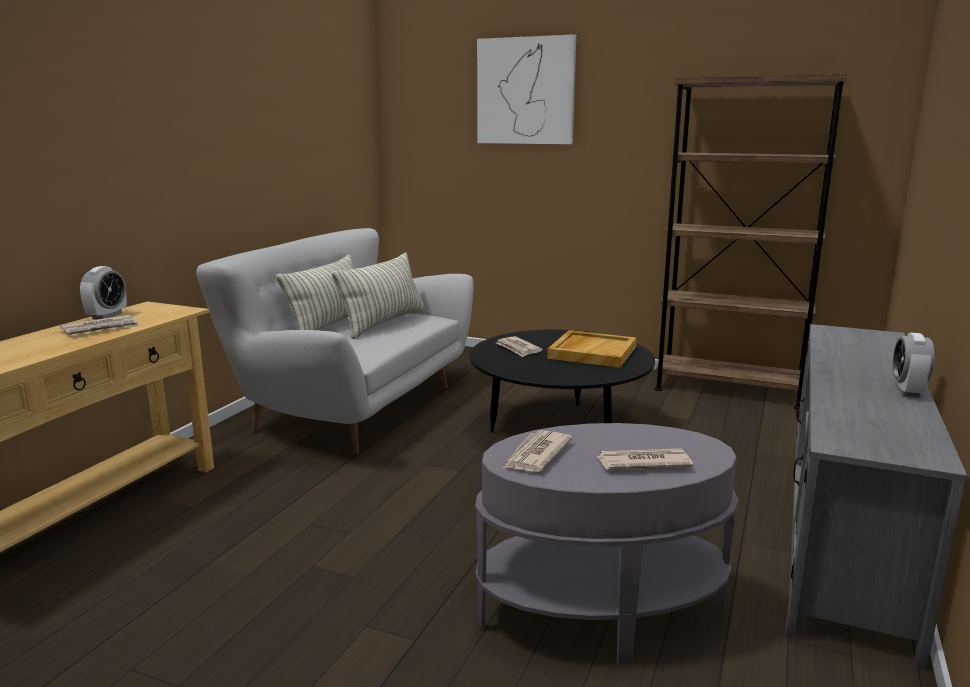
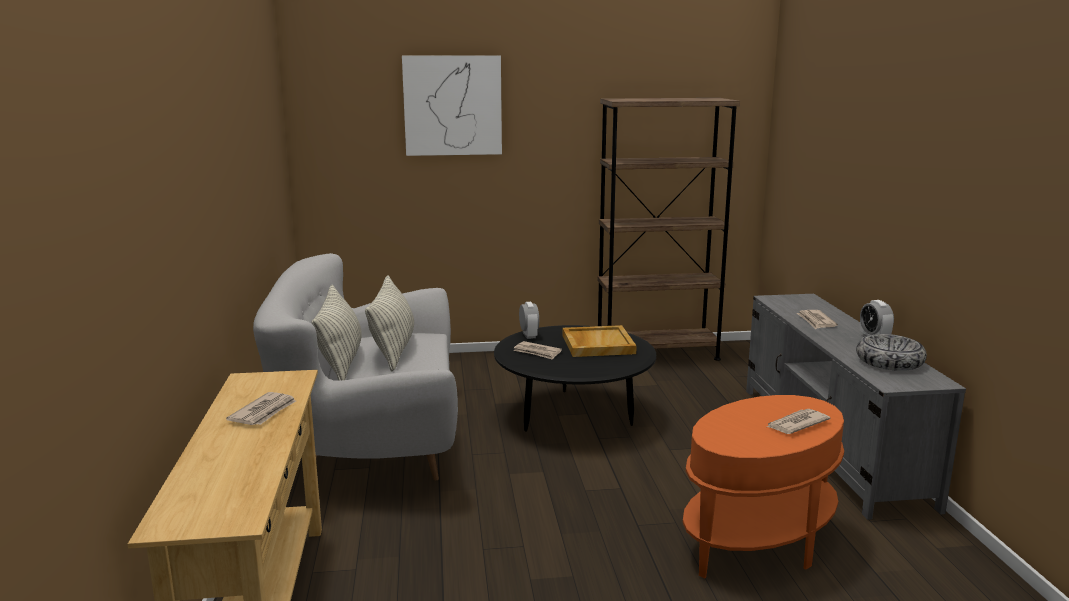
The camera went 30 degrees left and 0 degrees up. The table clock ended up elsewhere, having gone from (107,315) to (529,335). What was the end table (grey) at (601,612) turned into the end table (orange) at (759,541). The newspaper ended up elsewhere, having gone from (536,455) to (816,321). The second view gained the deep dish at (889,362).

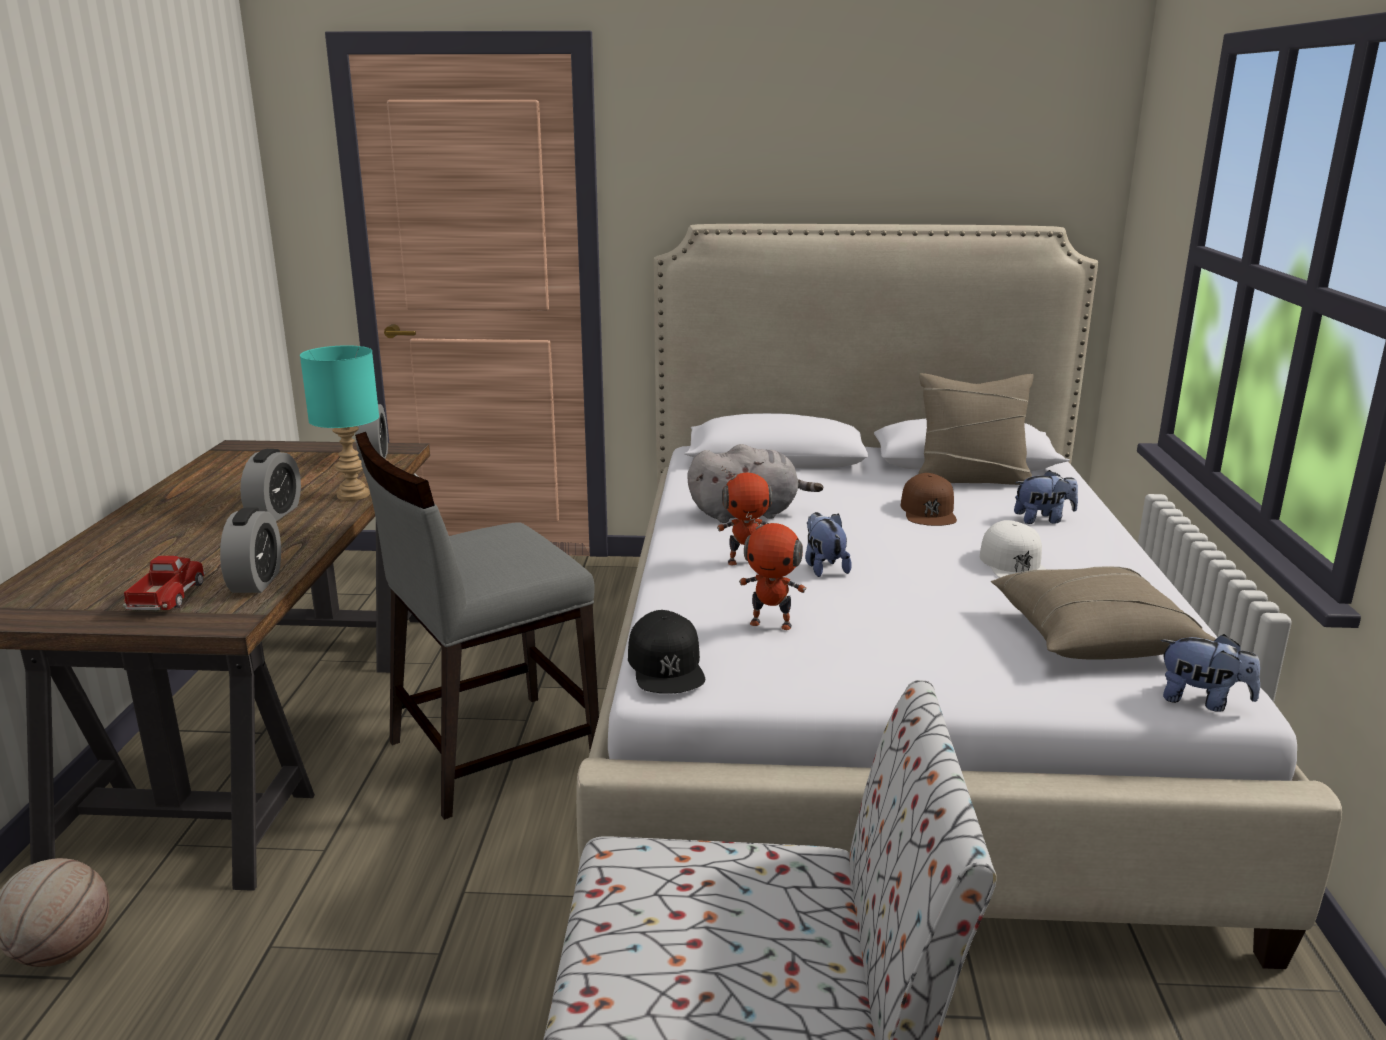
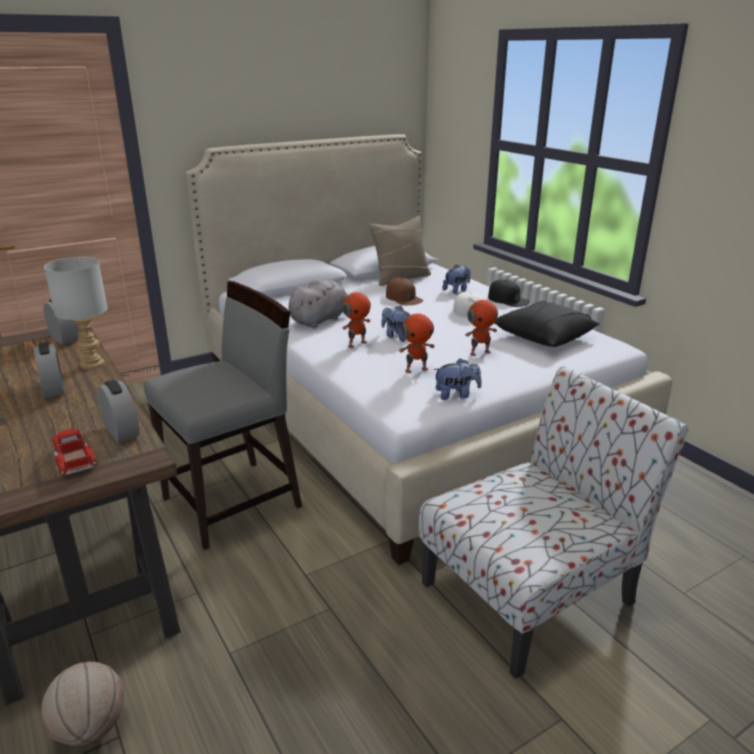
The camera went 35 degrees left and 5 degrees up. What was the table lamp (blue-green) at (354,495) turned into the table lamp (grey) at (93,364). The plain chair (grey) at (490,752) ended up facing another way, 150 degrees counterclockwise from before. The soft toy ended up elsewhere, having gone from (1202,701) to (456,395). The second view gained the robot figure at (479,352). The cap (blackish) ended up elsewhere, having gone from (666,665) to (508,300). What was the throw pillow (sand-coloured) at (1091,637) turned into the throw pillow (blackish) at (543,337).

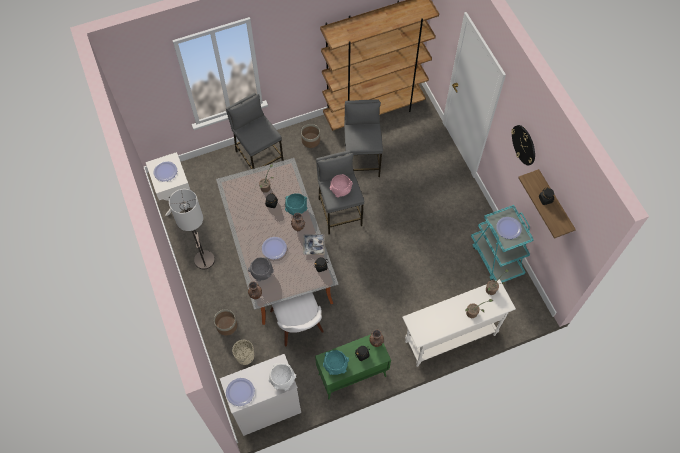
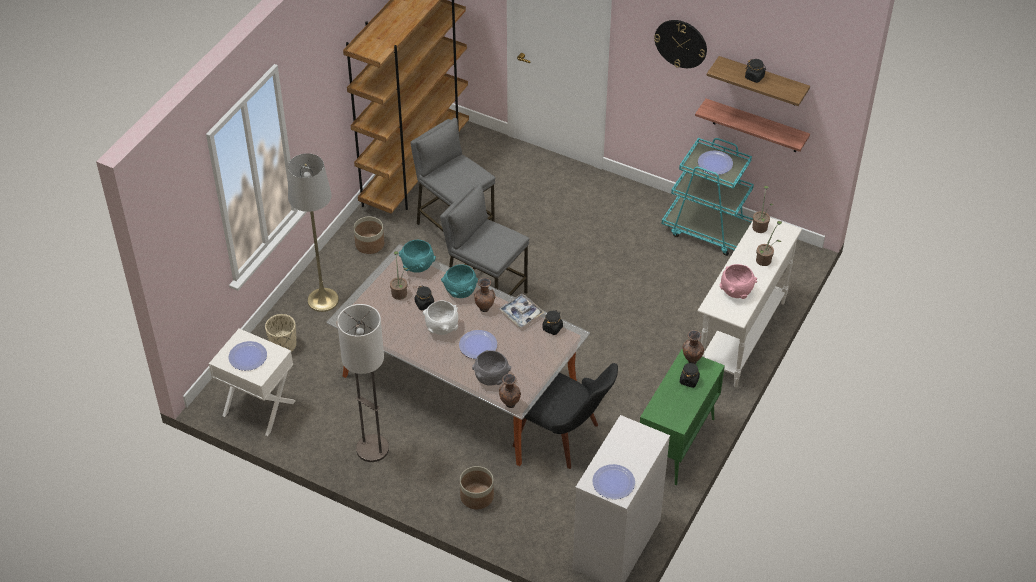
The camera went 40 degrees left and 15 degrees down. The planter (sand-coloured) ended up elsewhere, having gone from (245,356) to (283,345). Where the sitting stool (grey) stood at (259,157), the floor lamp (grey) came to stand at (323,300). The deep dish (blue-green) ended up elsewhere, having gone from (336,366) to (418,266). The deep dish (white-coloured) ended up elsewhere, having gone from (282,379) to (441,328). What was the plain chair (white-coloured) at (300,327) turned into the plain chair (blackish) at (566,438). The second view gained the wall shelf at (755,126). The deep dish (pinkish) ended up elsewhere, having gone from (341,190) to (736,291).

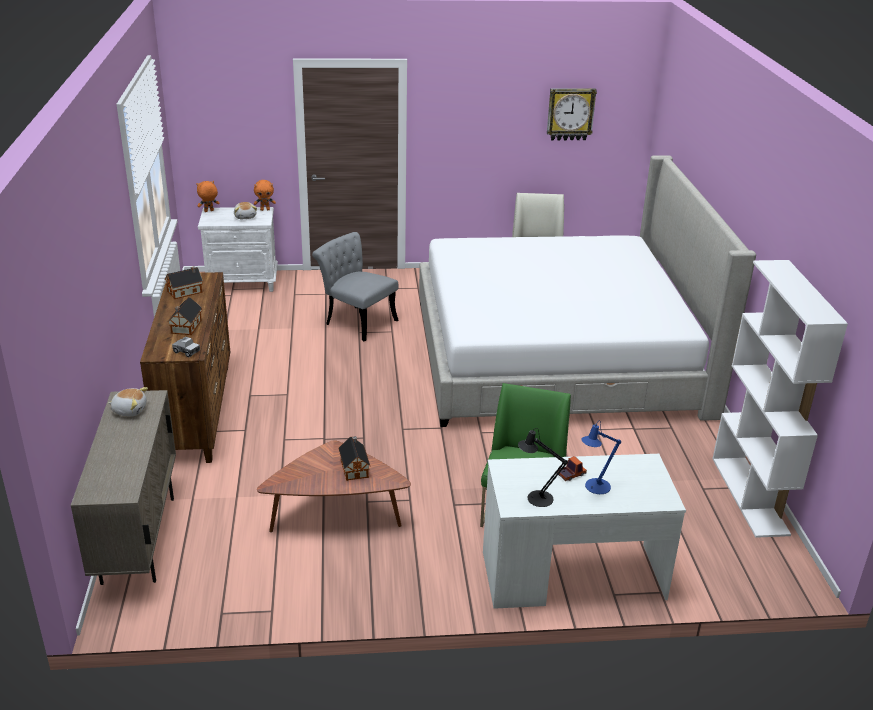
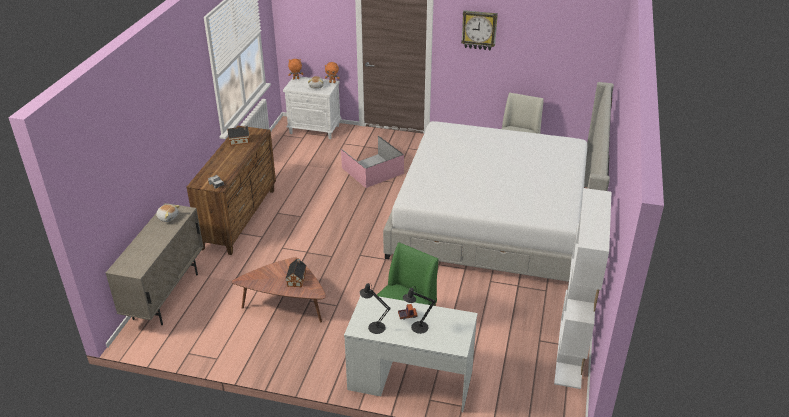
The camera went 20 degrees right and 5 degrees up. Where the plain chair (grey) stood at (356,321), the storage box (pinkish) came to stand at (373,170). What was the table lamp (blue) at (594,487) turned into the table lamp (blackish) at (417,327). The clock on the wall ended up elsewhere, having gone from (570,114) to (479,30). The second view lost the model house at (185,327).

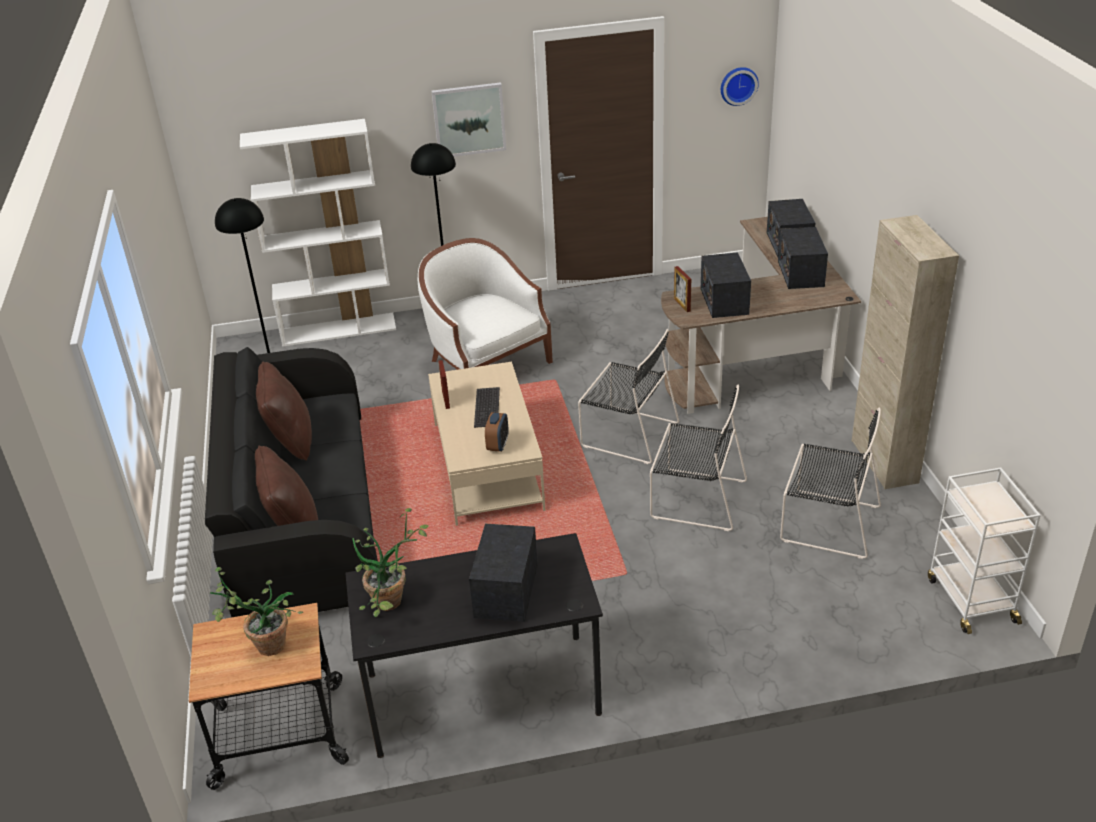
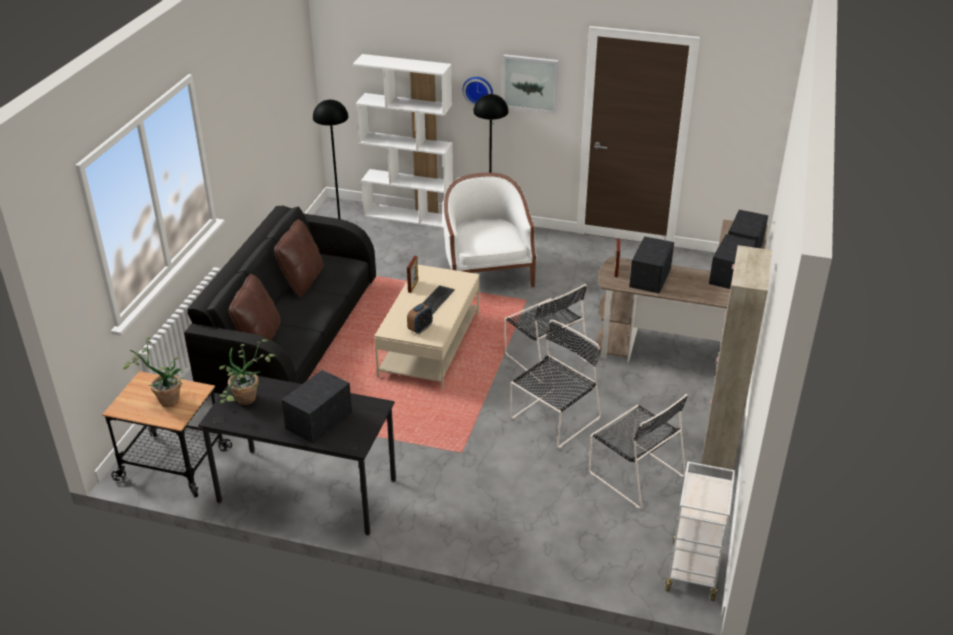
The camera went 25 degrees right and 0 degrees up. The clock on the wall ended up elsewhere, having gone from (738,85) to (478,90). The plain chair (blackish) at (695,498) ended up facing another way, 90 degrees counterclockwise from before.

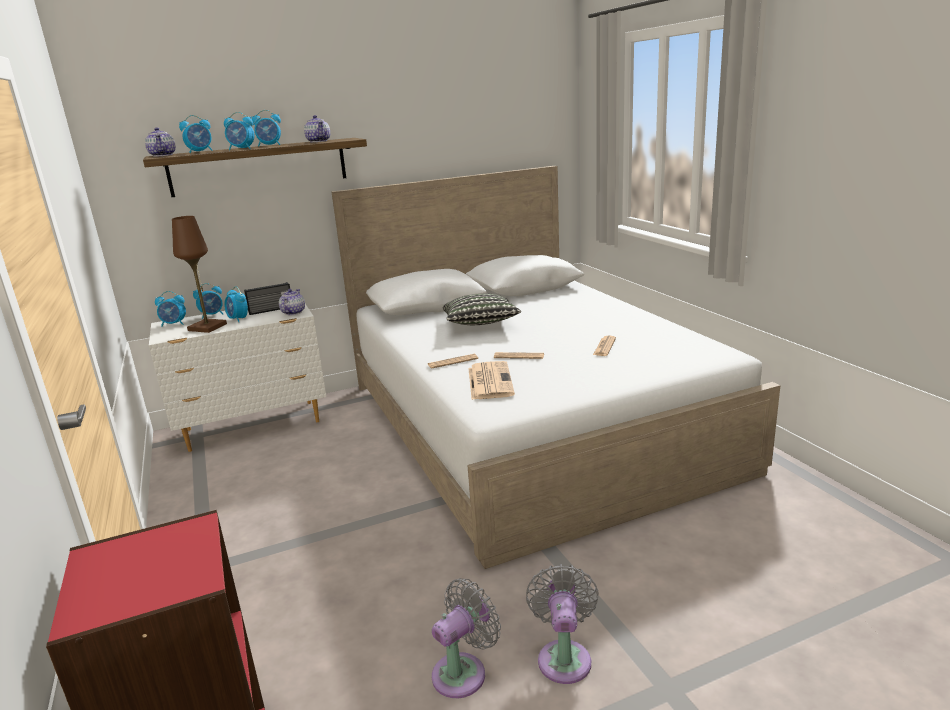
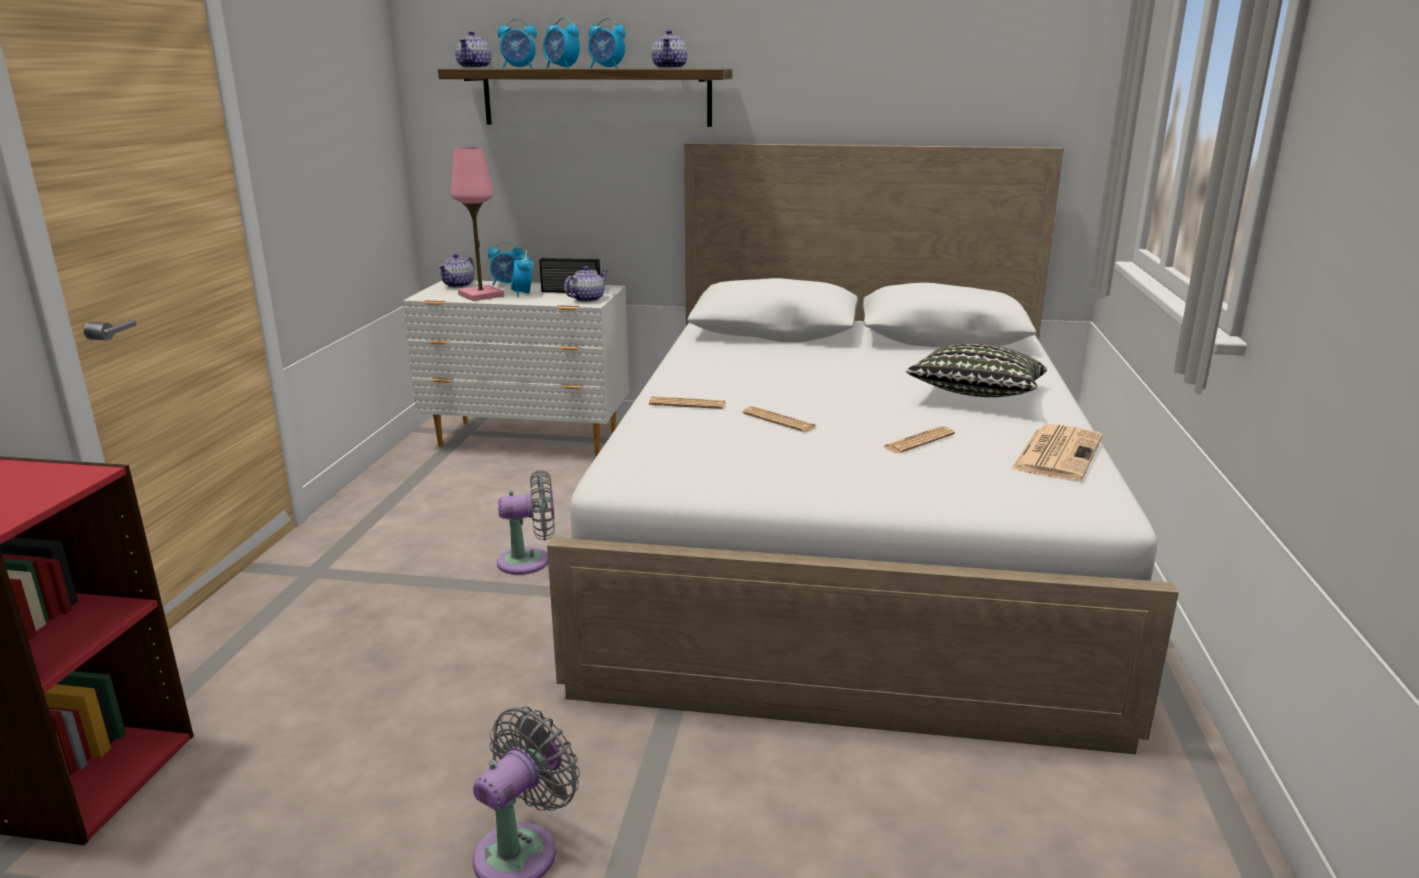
The camera went 30 degrees right and 0 degrees up. Where the table clock stood at (174,324), the pot for tea came to stand at (459,285). What was the table lamp (brownish) at (207,327) turned into the table lamp (pinkish) at (481,295). The cooling fan (grey) ended up elsewhere, having gone from (463,672) to (529,561). The throw pillow ended up elsewhere, having gone from (480,324) to (976,396). The newspaper ended up elsewhere, having gone from (489,381) to (1057,453).

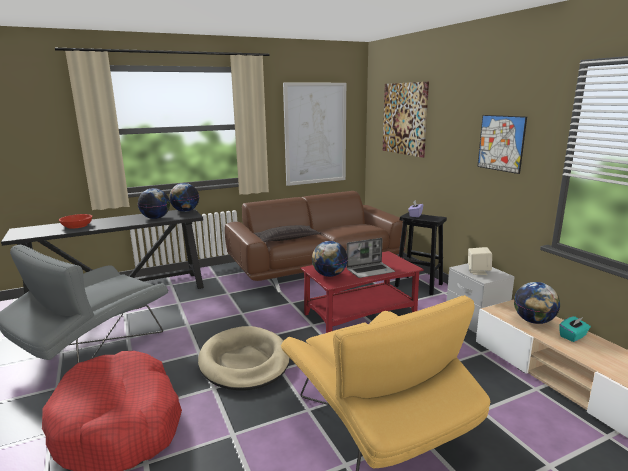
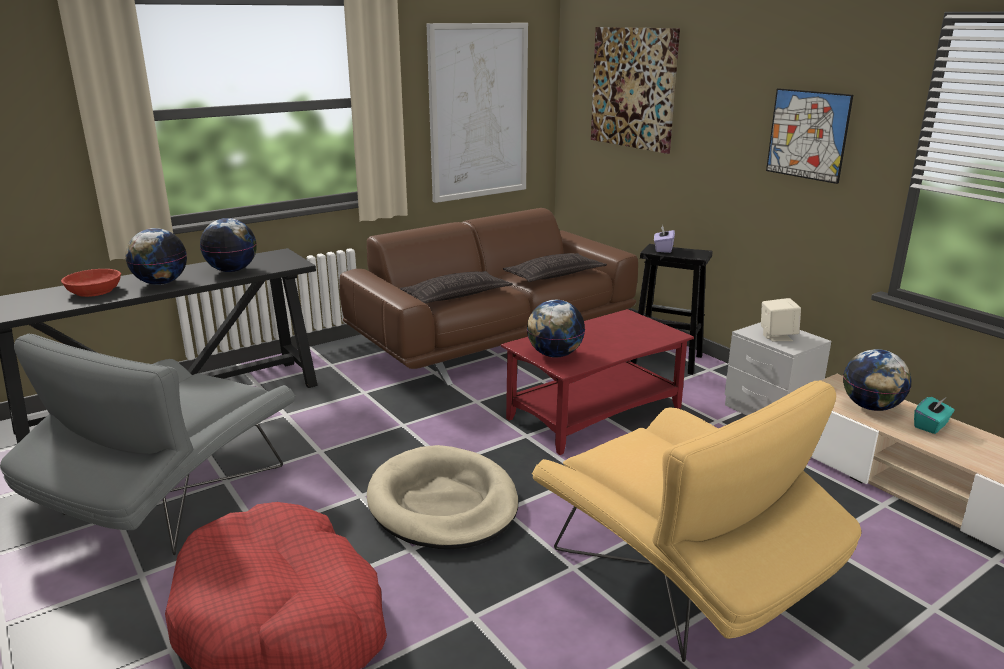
The camera went 10 degrees left and 5 degrees up. The world globe ended up elsewhere, having gone from (185,211) to (161,283). The second view gained the throw pillow at (554,275). The second view lost the notebook computer at (370,271).

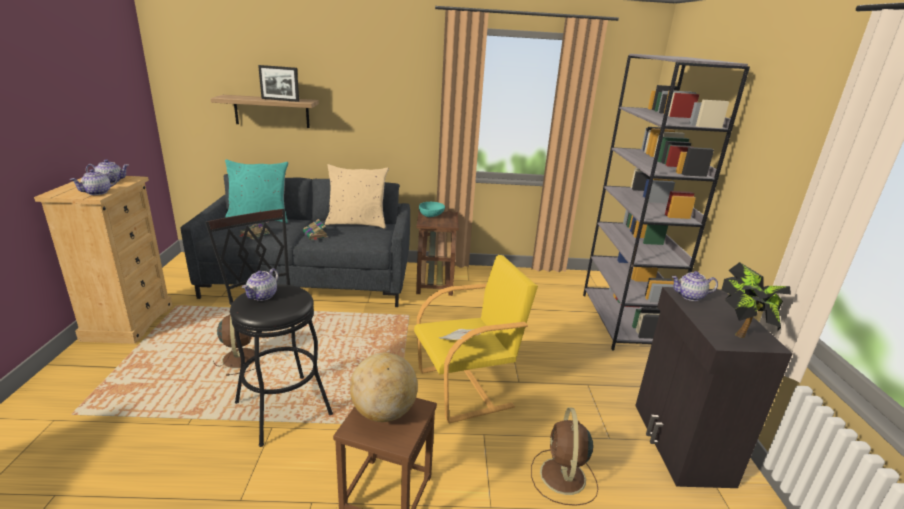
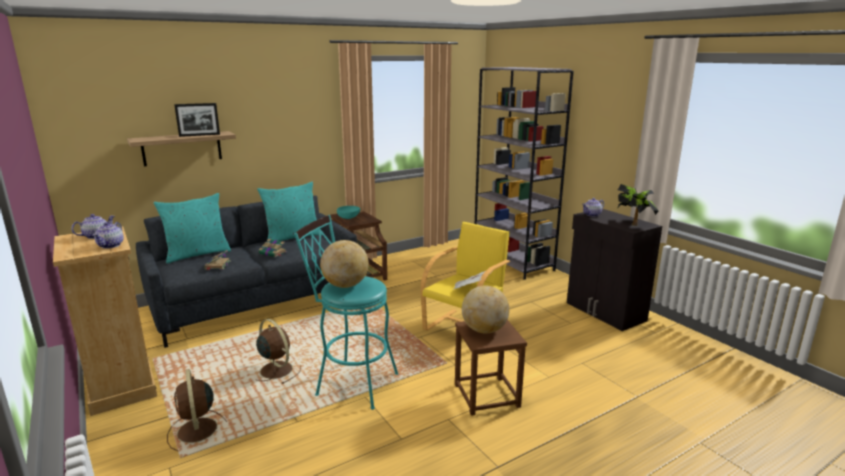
The camera went 30 degrees left and 5 degrees down. The cooling fan (brownish) ended up elsewhere, having gone from (563,477) to (197,432). What was the throw pillow (sand-coloured) at (357,223) turned into the throw pillow (blue-green) at (292,237). What was the sitting stool (blackish) at (280,403) turned into the sitting stool (blue-green) at (351,383). Where the pot for tea stood at (262,296), the world globe came to stand at (345,285).

